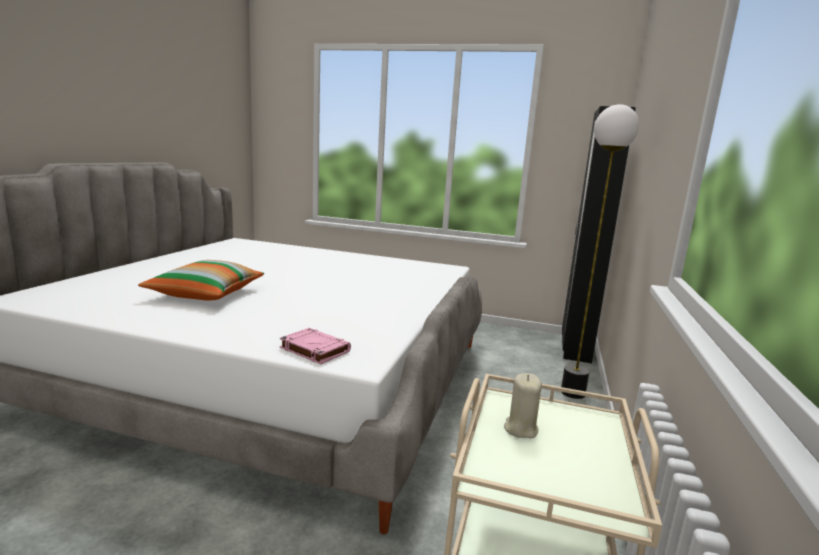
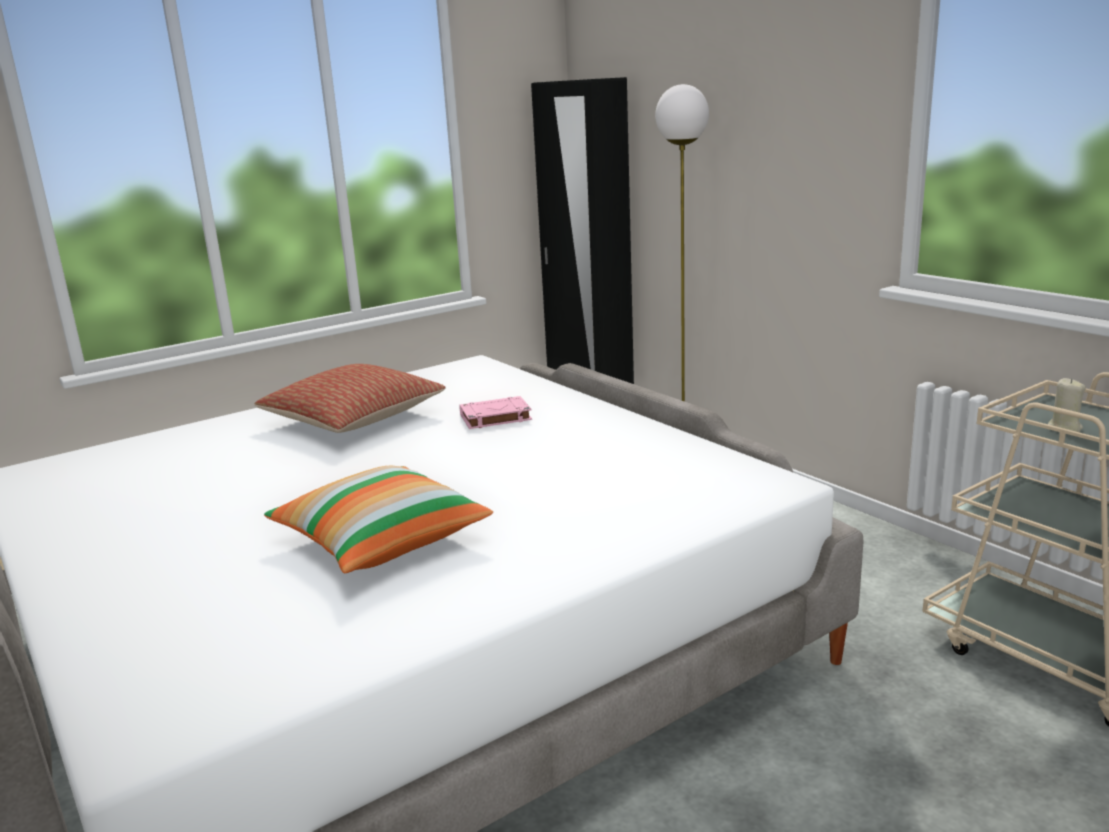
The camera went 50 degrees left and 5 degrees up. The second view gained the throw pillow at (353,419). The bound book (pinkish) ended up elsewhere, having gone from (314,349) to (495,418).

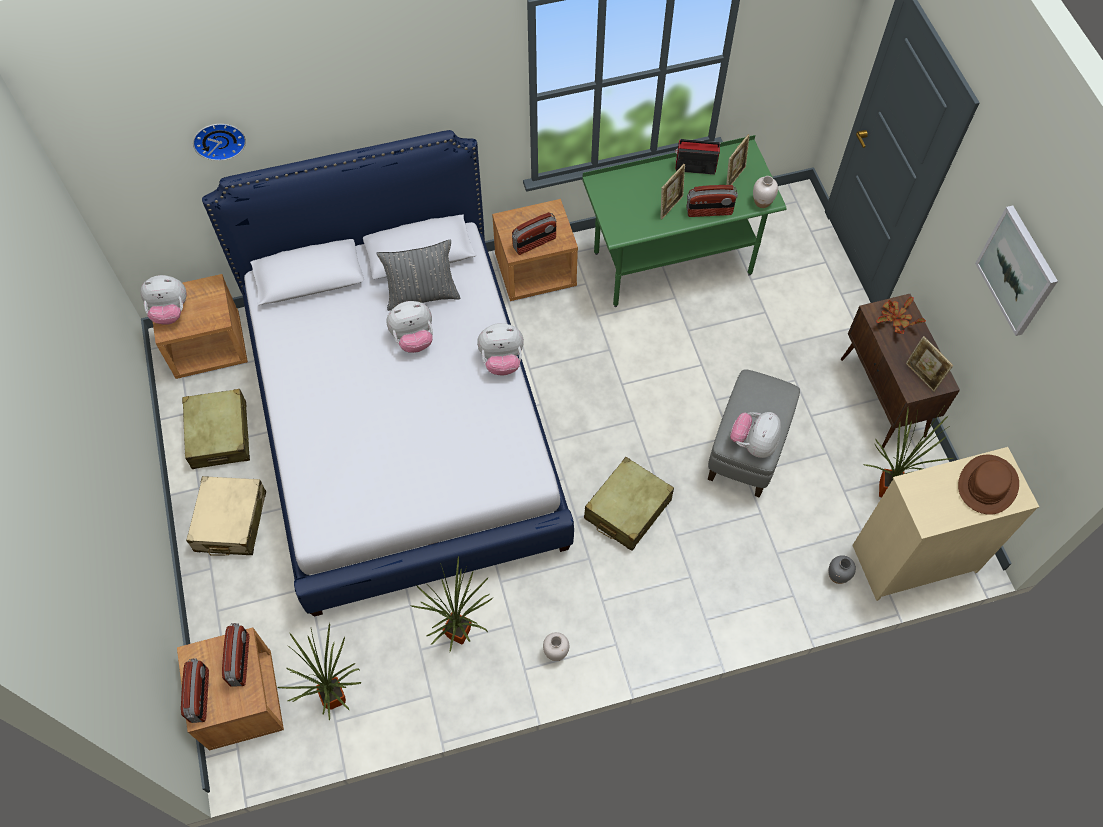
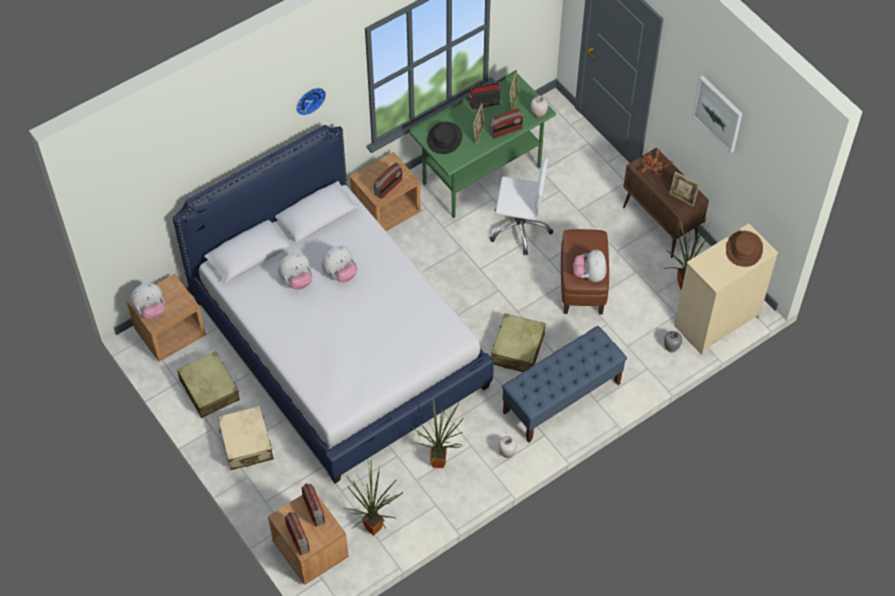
The camera went 20 degrees left and 5 degrees down. The soft toy ended up elsewhere, having gone from (502,361) to (297,280). The clock on the wall ended up elsewhere, having gone from (218,139) to (309,99). The second view gained the clothing hat (blackish) at (444,138). The second view gained the desk chair (white-coloured) at (520,228). The second view gained the indoor bench (blue) at (561,398). What was the footrest (grey) at (746,451) turned into the footrest (brownish) at (582,287). The second view lost the throw pillow (grey) at (422,295).

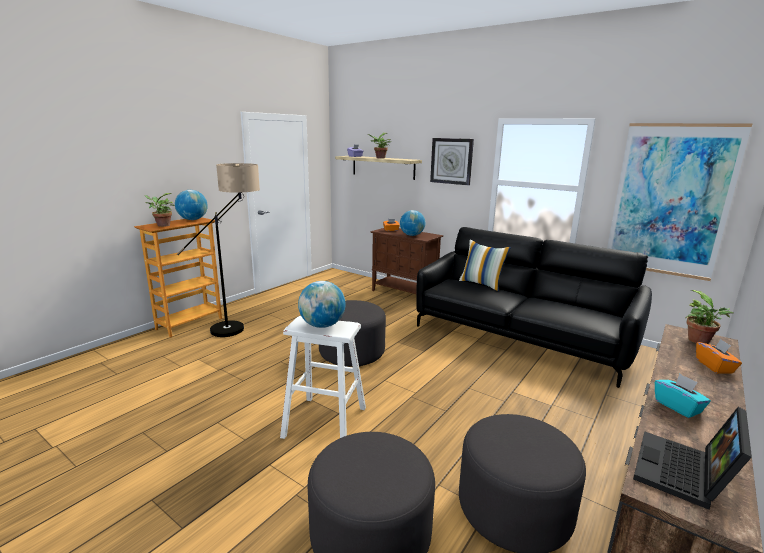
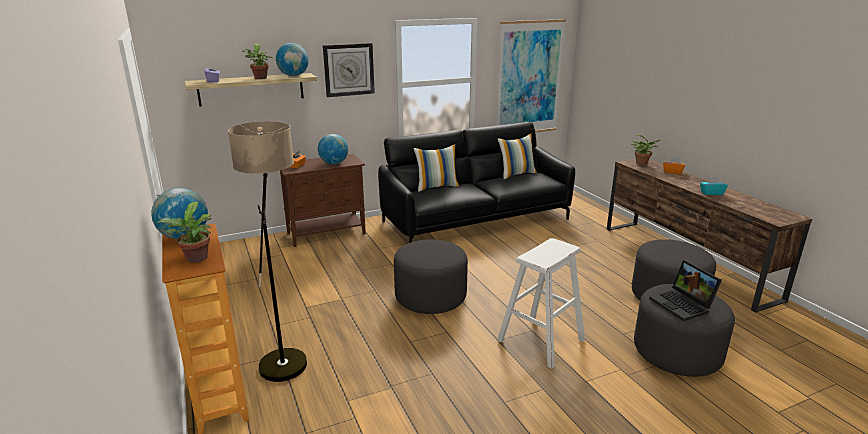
The camera went 60 degrees left and 5 degrees up. The world globe ended up elsewhere, having gone from (322,325) to (293,75). The second view gained the throw pillow at (516,174). The notebook computer ended up elsewhere, having gone from (684,474) to (683,305).

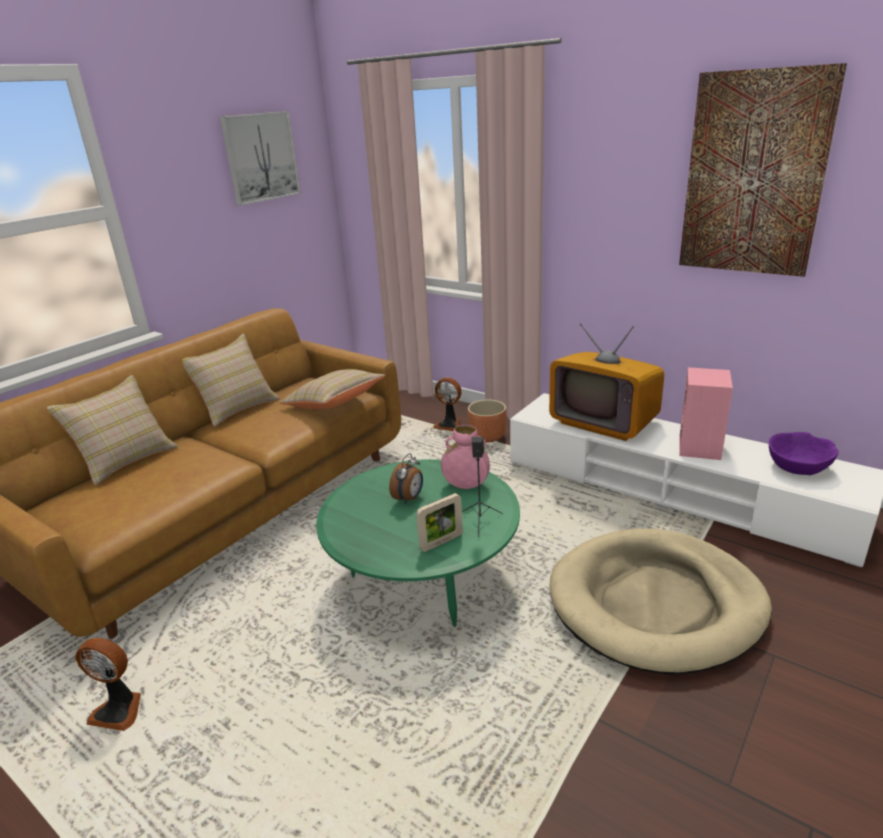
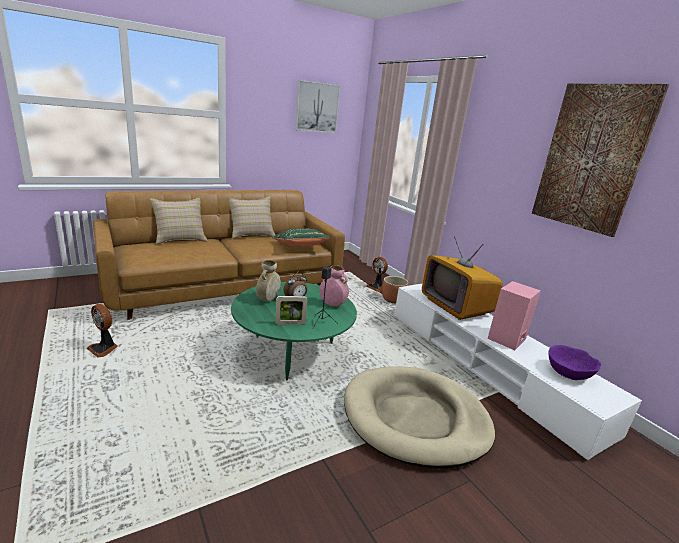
The camera went 20 degrees right and 5 degrees down. The second view gained the flower vase (sand-coloured) at (268,299). What was the throw pillow (sand-coloured) at (334,404) turned into the throw pillow (greenish) at (300,247).

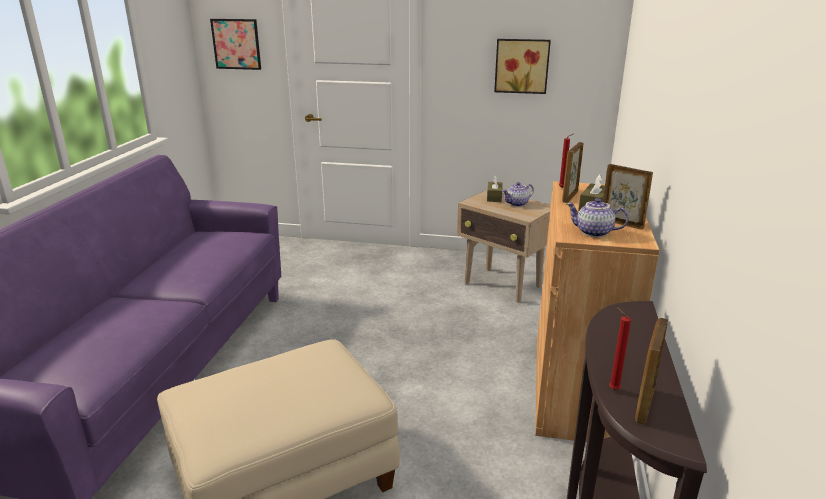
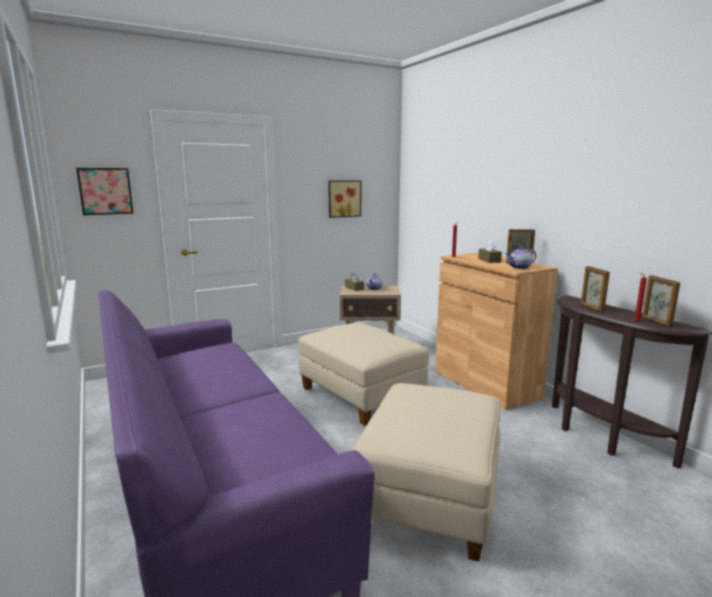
The camera went 40 degrees left and 10 degrees down. The second view gained the footrest (sand-coloured) at (361,395). The picture frame ended up elsewhere, having gone from (569,197) to (591,308).

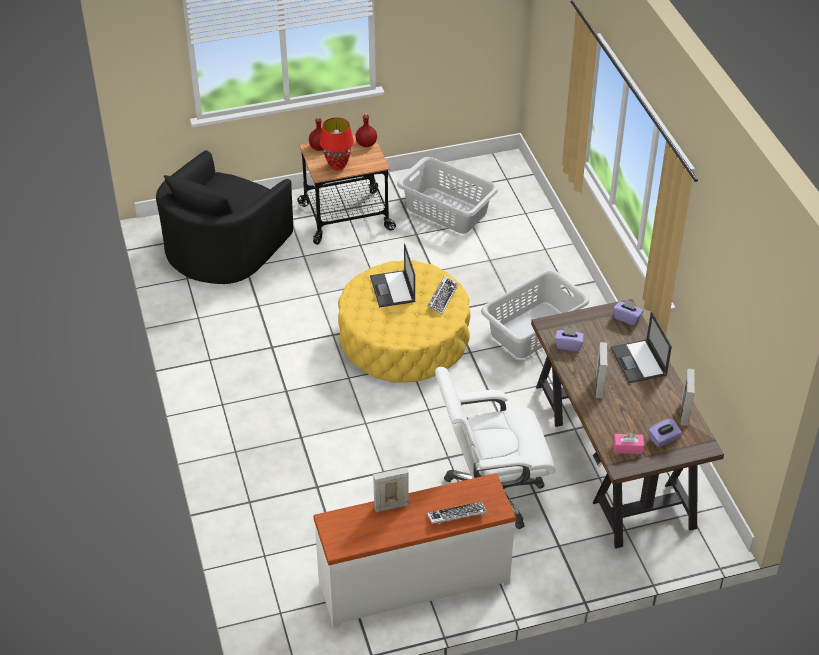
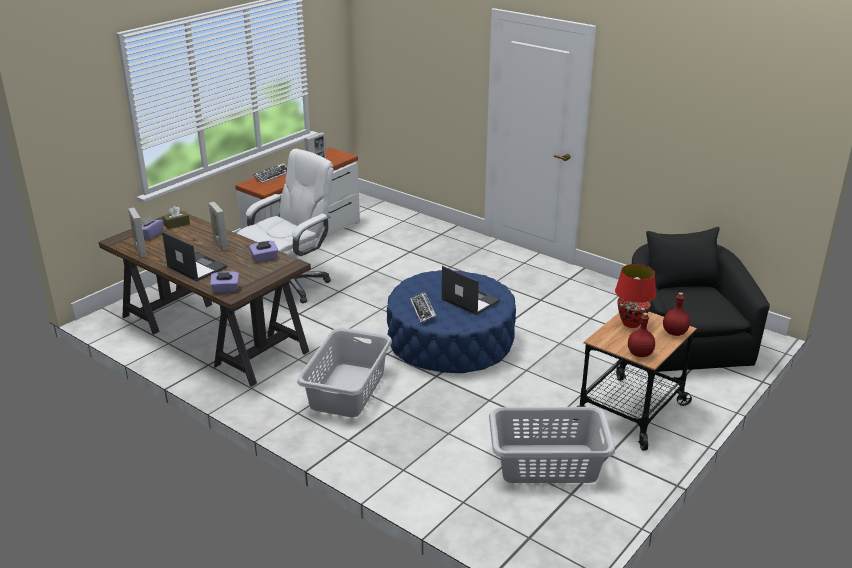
The camera went 145 degrees right and 15 degrees down. What was the tissue box (pinkish) at (628,447) turned into the tissue box (brownish) at (176,224). What was the footrest (yellow-coloured) at (404,339) turned into the footrest (blue) at (450,341).

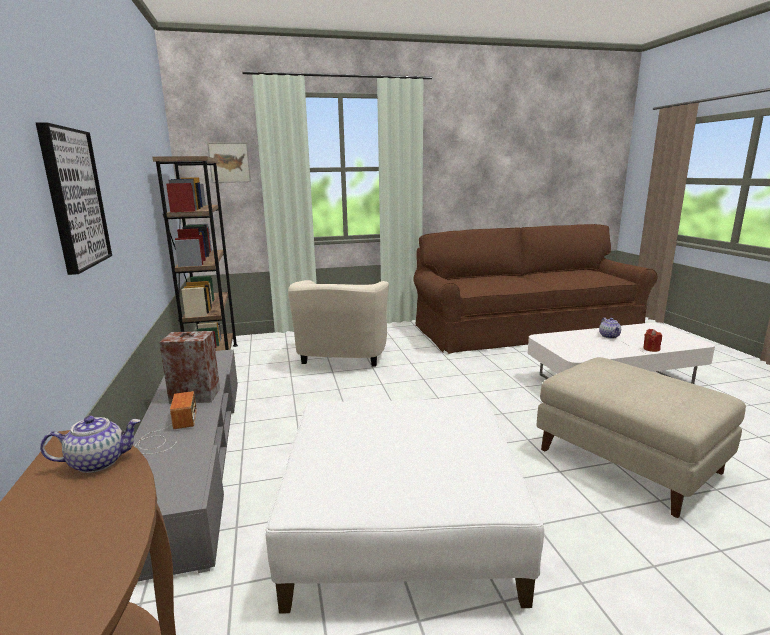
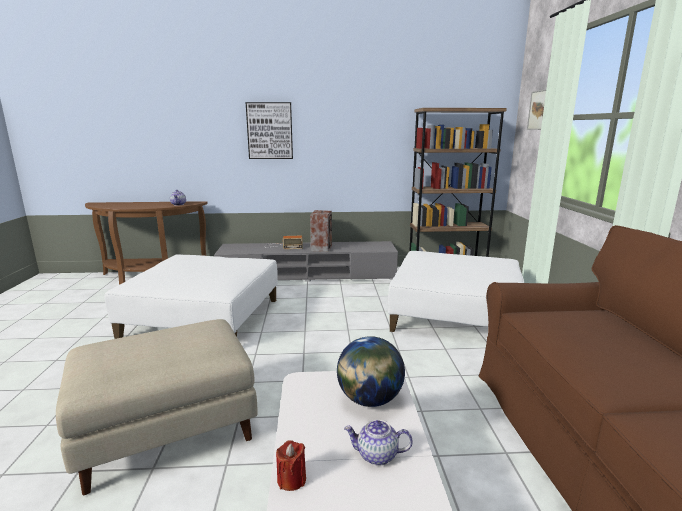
The camera went 100 degrees right and 0 degrees up. The second view gained the world globe at (369,400). Where the armchair (sand-coloured) stood at (341,359), the footrest (white-coloured) came to stand at (455,314).

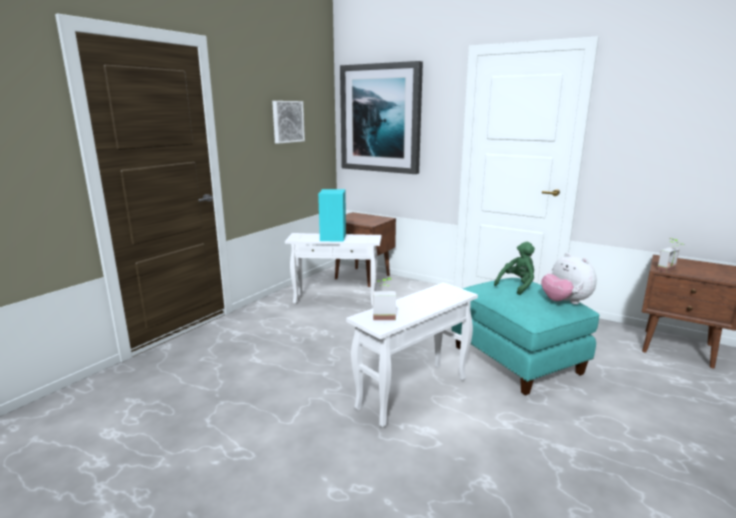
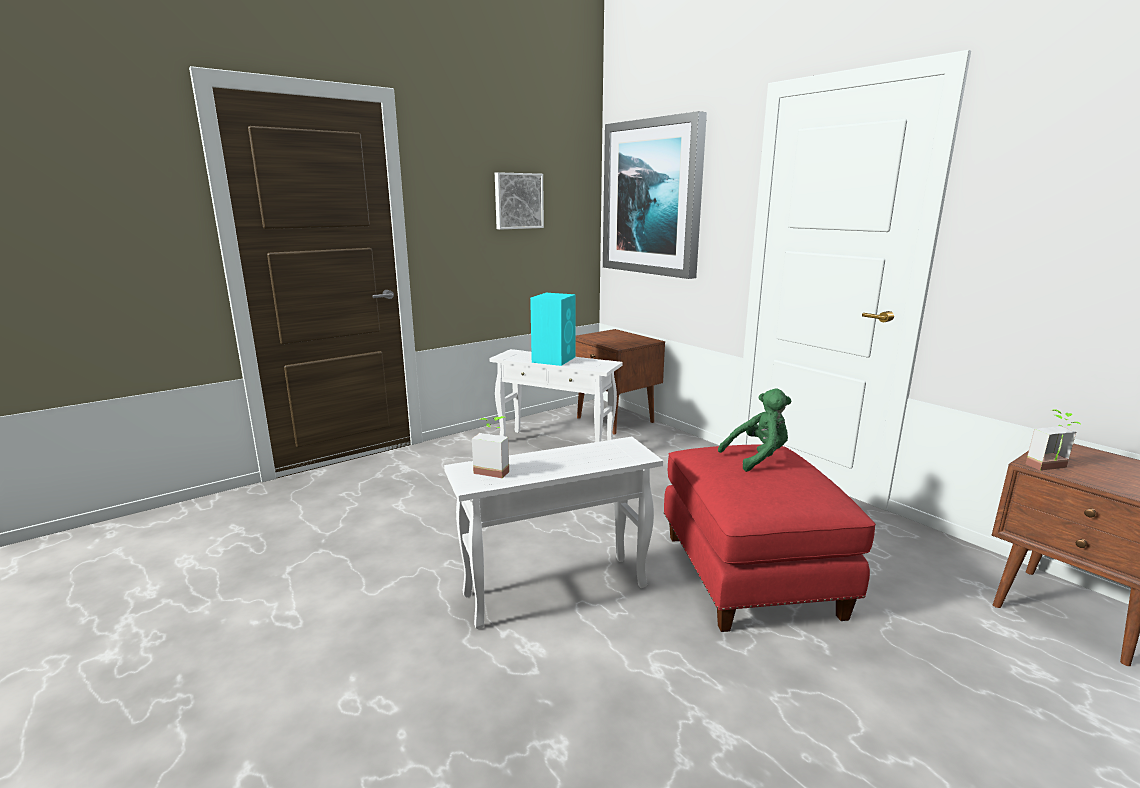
The camera went 20 degrees right and 0 degrees up. What was the footrest (blue-green) at (517,360) turned into the footrest (reddish) at (752,574). The second view lost the soft toy at (565,302).

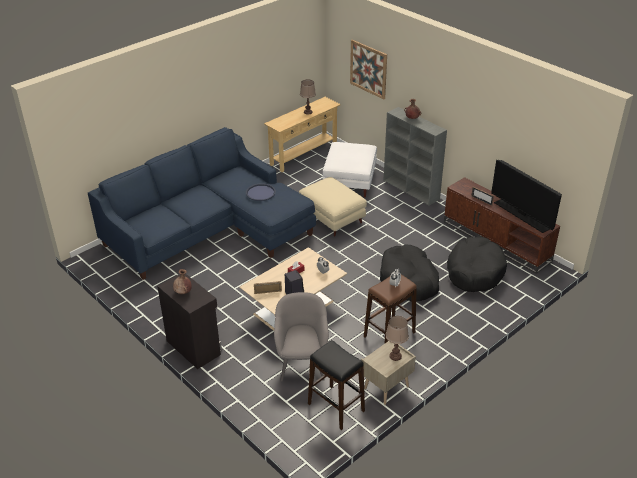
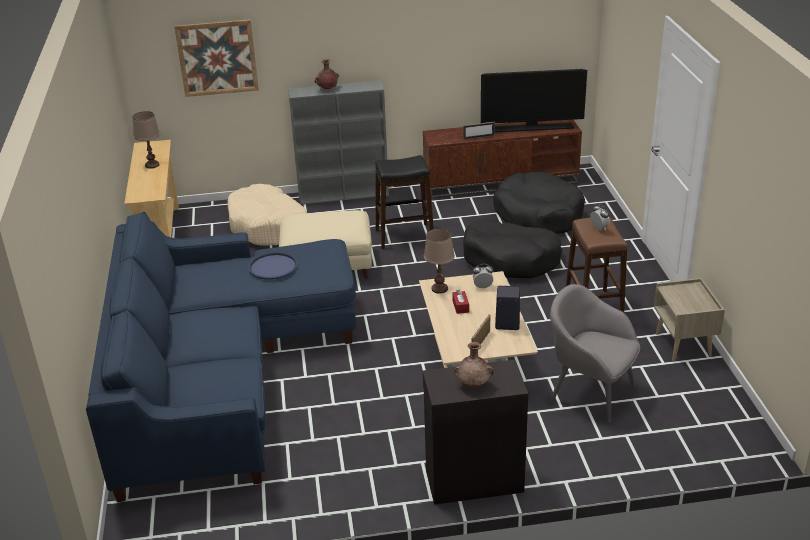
The camera went 55 degrees left and 5 degrees down. Where the footrest (white-coloured) stood at (349,181), the pet bed (sand-coloured) came to stand at (268,226). The sitting stool (blackish) ended up elsewhere, having gone from (336,407) to (404,236). The table lamp (brownish) ended up elsewhere, having gone from (395,356) to (439,288).

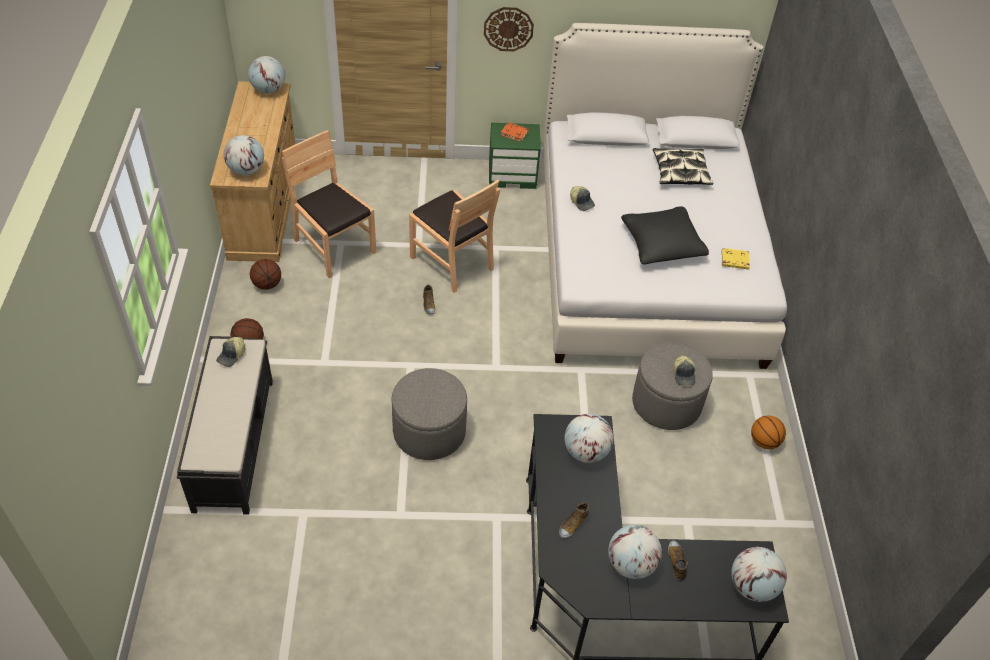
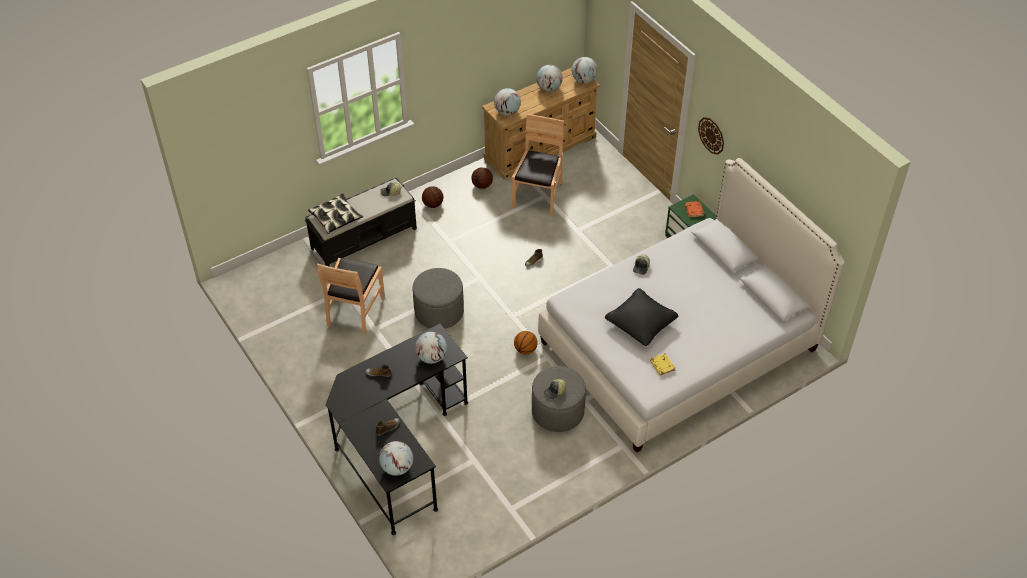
The camera went 60 degrees right and 0 degrees up. The throw pillow ended up elsewhere, having gone from (680,172) to (336,217). The plain chair (brownish) ended up elsewhere, having gone from (452,262) to (355,311). The basketball ended up elsewhere, having gone from (764,442) to (525,350). The world globe ended up elsewhere, having gone from (630,564) to (549,88).

